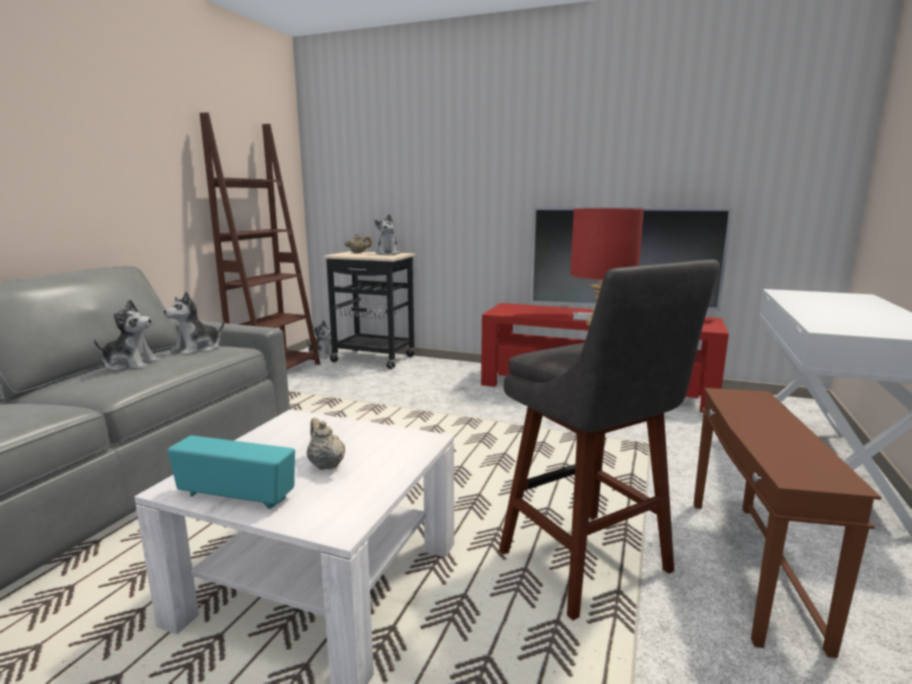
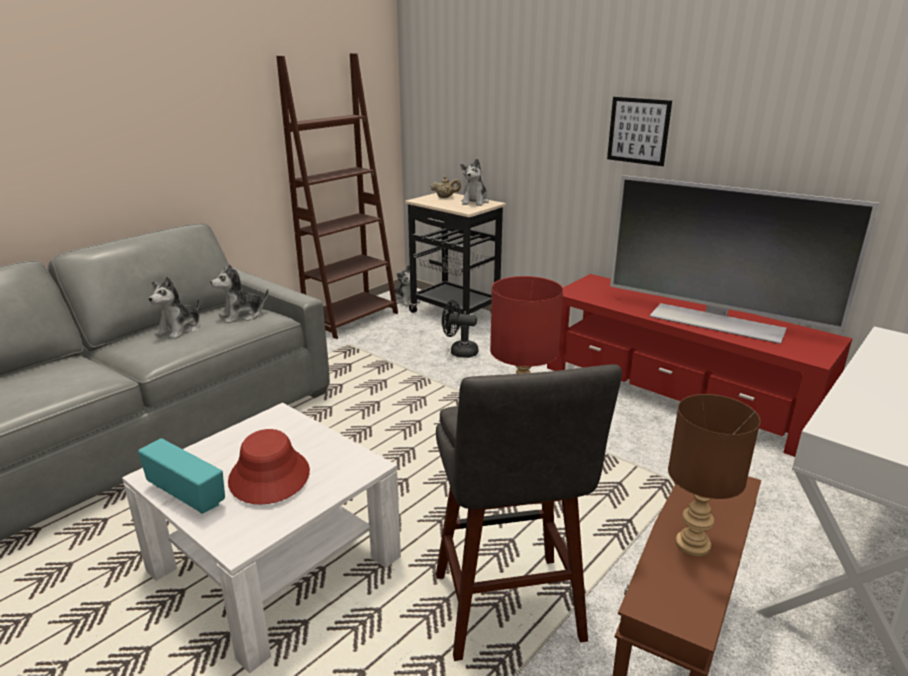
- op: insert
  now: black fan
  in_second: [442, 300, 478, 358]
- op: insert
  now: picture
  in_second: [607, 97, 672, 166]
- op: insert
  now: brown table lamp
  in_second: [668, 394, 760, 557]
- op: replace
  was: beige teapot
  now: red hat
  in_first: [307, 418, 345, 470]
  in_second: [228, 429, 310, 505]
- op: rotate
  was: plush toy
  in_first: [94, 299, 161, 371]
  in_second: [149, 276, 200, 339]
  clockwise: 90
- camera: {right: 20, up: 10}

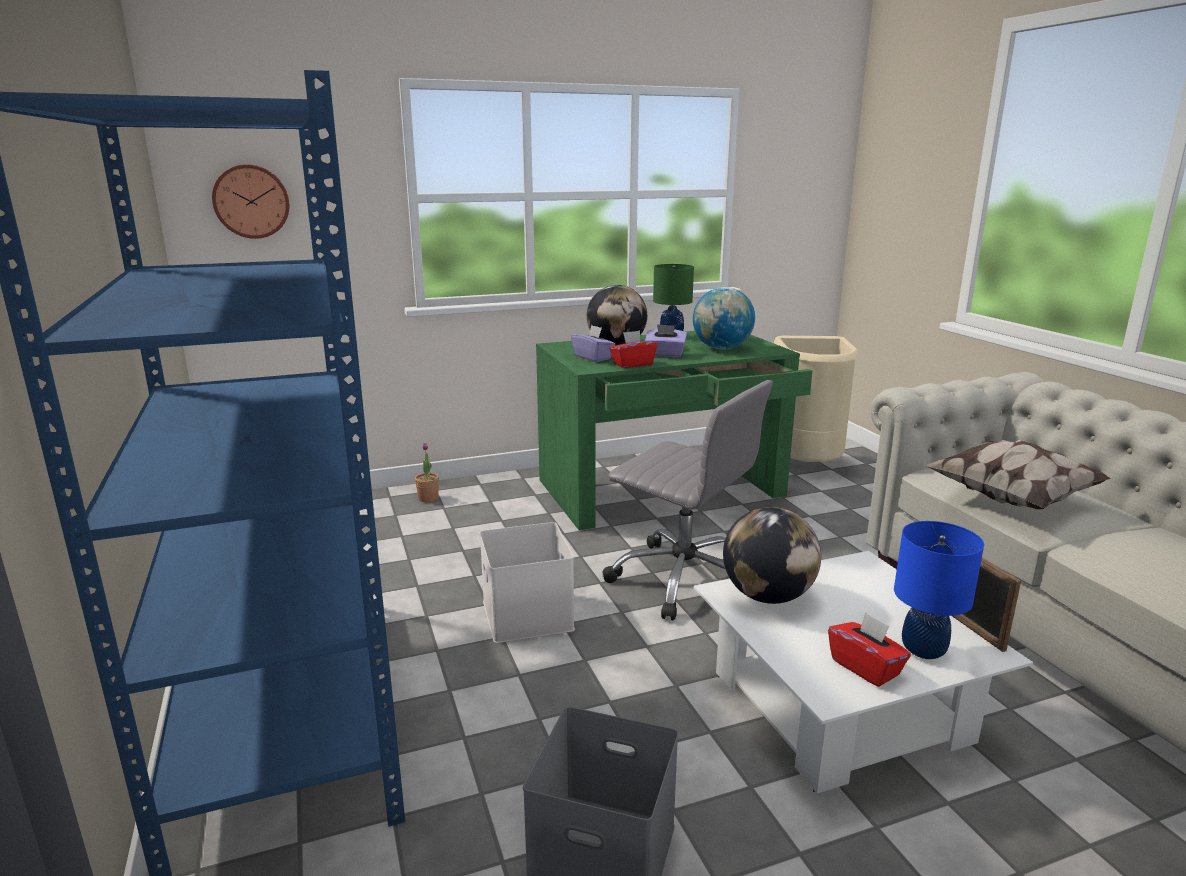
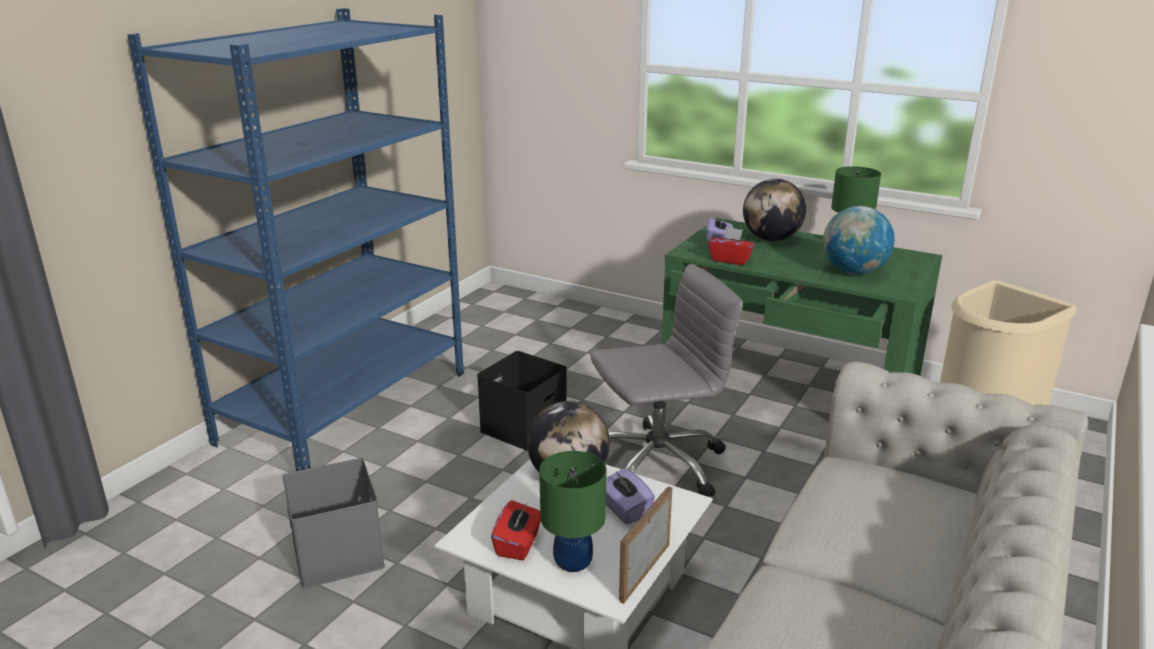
- op: delete
  was: wall clock
  in_first: [212, 164, 289, 239]
- op: delete
  was: potted plant
  in_first: [415, 443, 439, 502]
- op: delete
  was: pillow
  in_first: [924, 440, 1111, 509]
- op: move
  was: purple tissue box
  in_first: [645, 324, 687, 357]
  in_second: [606, 468, 655, 524]
- op: recolor
  was: white storage box
  now: black storage box
  in_first: [480, 522, 575, 643]
  in_second: [477, 351, 567, 451]
- op: recolor
  was: blue table lamp
  now: green table lamp
  in_first: [894, 521, 984, 659]
  in_second: [539, 451, 606, 572]
- op: rotate
  was: grey office chair
  in_first: [603, 380, 773, 620]
  in_second: [590, 264, 743, 497]
  clockwise: -105
- camera: {right: 50, up: 5}

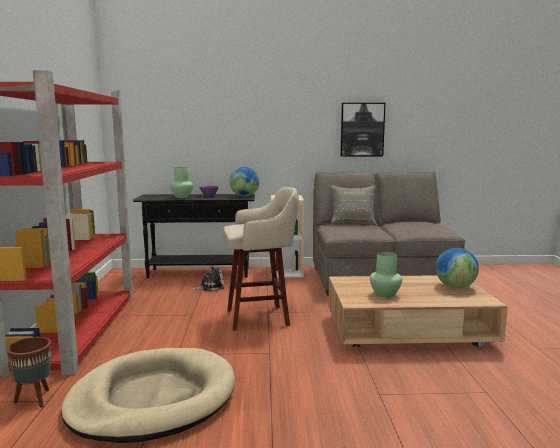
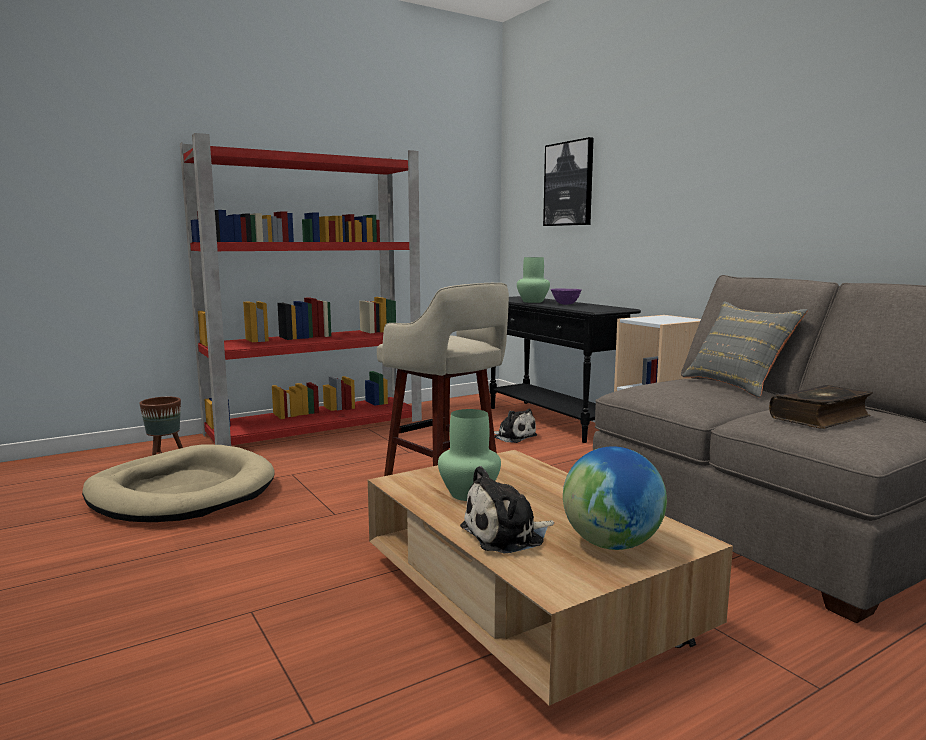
- op: delete
  was: globe
  in_first: [230, 167, 259, 197]
- op: insert
  now: plush toy
  in_second: [460, 466, 554, 553]
- op: insert
  now: book
  in_second: [769, 385, 873, 429]
- op: move
  was: picture
  in_first: [340, 103, 385, 157]
  in_second: [543, 137, 594, 226]
- camera: {right: 60, up: 0}

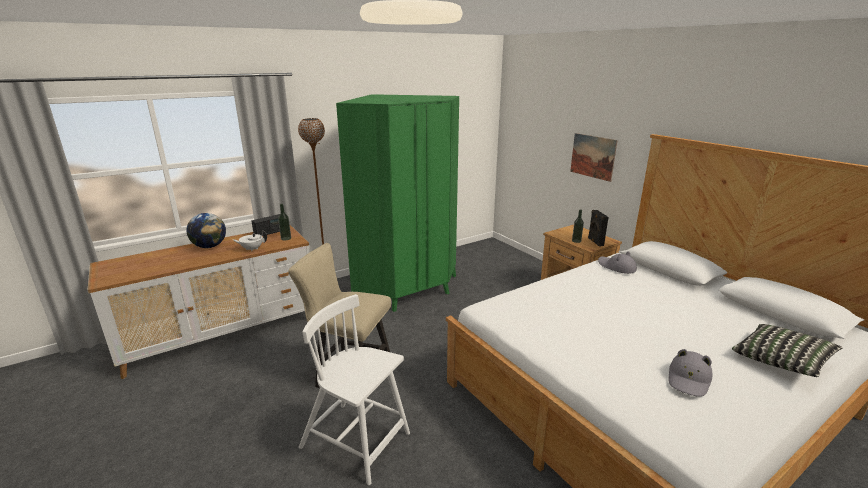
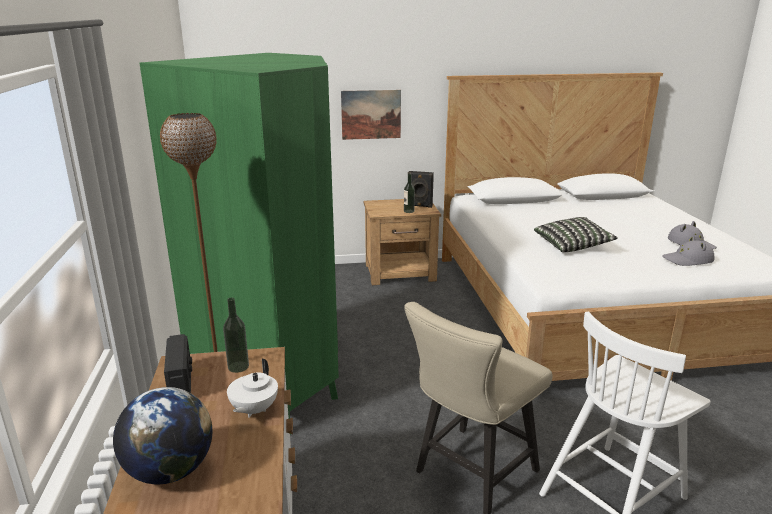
- op: move
  was: grey hat
  in_first: [598, 251, 637, 274]
  in_second: [662, 236, 714, 266]
- op: move
  was: pillow
  in_first: [732, 324, 843, 377]
  in_second: [534, 217, 618, 252]
- camera: {right: -65, up: 0}

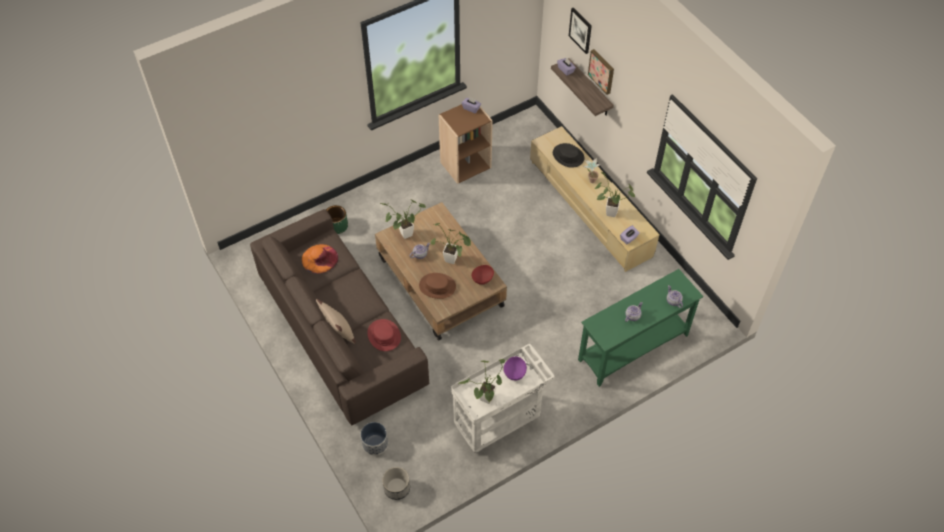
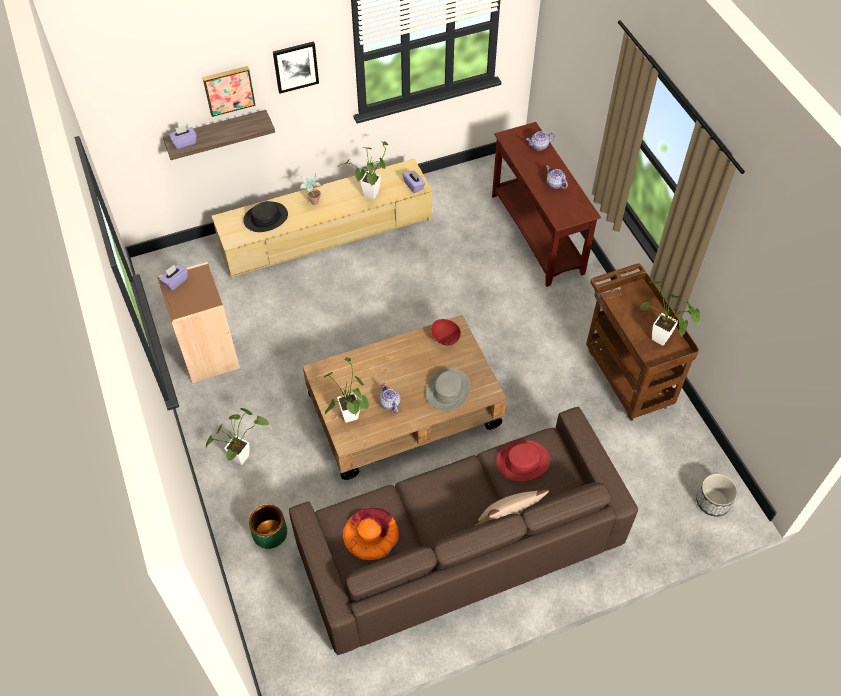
- op: delete
  was: planter
  in_first: [361, 422, 388, 456]
- op: delete
  was: purple bowl
  in_first: [503, 357, 527, 380]
- op: move
  was: potted plant
  in_first: [430, 223, 471, 264]
  in_second: [206, 408, 269, 465]
- op: move
  was: picture
  in_first: [569, 7, 592, 54]
  in_second: [273, 41, 319, 94]
- op: recolor
  was: brown hat
  now: grey hat
  in_first: [419, 273, 456, 299]
  in_second: [426, 368, 471, 411]
- op: recolor
  was: white cart
  now: brown cart
  in_first: [451, 344, 554, 453]
  in_second: [586, 263, 699, 421]
- op: recolor
  was: green console table
  now: brown console table
  in_first: [578, 269, 704, 387]
  in_second: [492, 122, 601, 287]
- camera: {right: -80, up: 0}

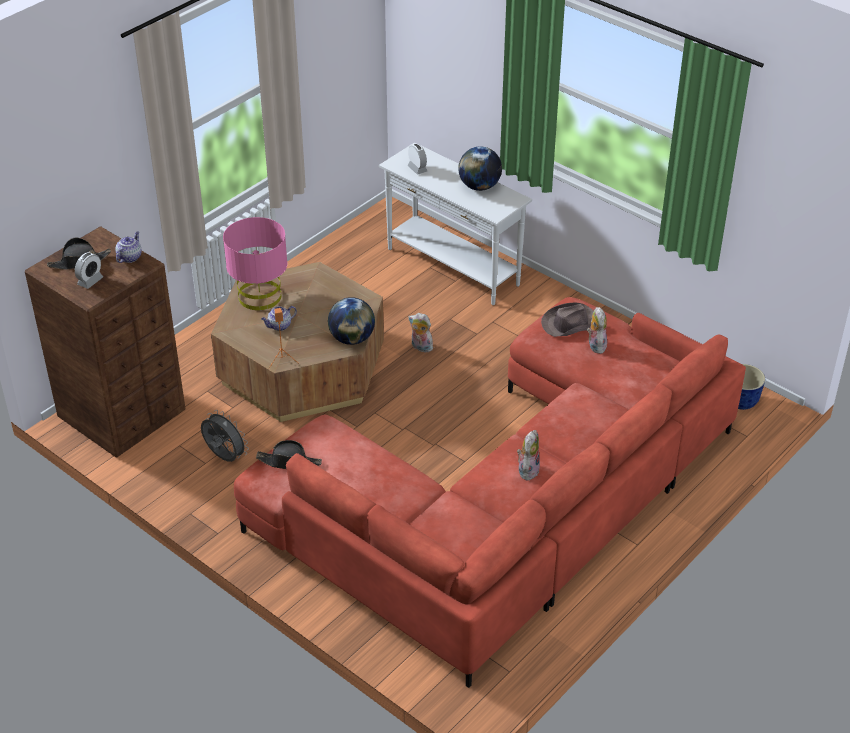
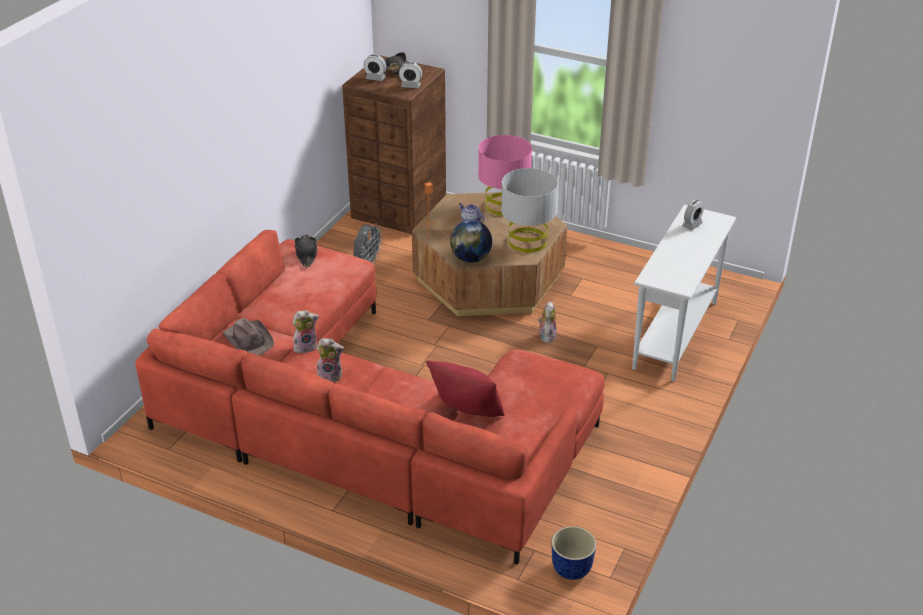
- op: delete
  was: globe
  in_first: [458, 146, 502, 191]
- op: insert
  now: red pillow
  in_second: [426, 361, 505, 417]
- op: insert
  now: grey table lamp
  in_second: [501, 168, 558, 253]
- op: move
  was: brown hat
  in_first: [541, 303, 594, 337]
  in_second: [222, 318, 274, 356]
- op: move
  was: plush toy
  in_first: [587, 307, 607, 354]
  in_second: [292, 310, 319, 353]
- op: replace
  was: teapot
  now: alarm clock
  in_first: [115, 231, 142, 263]
  in_second: [399, 62, 422, 88]
- camera: {right: 75, up: -5}

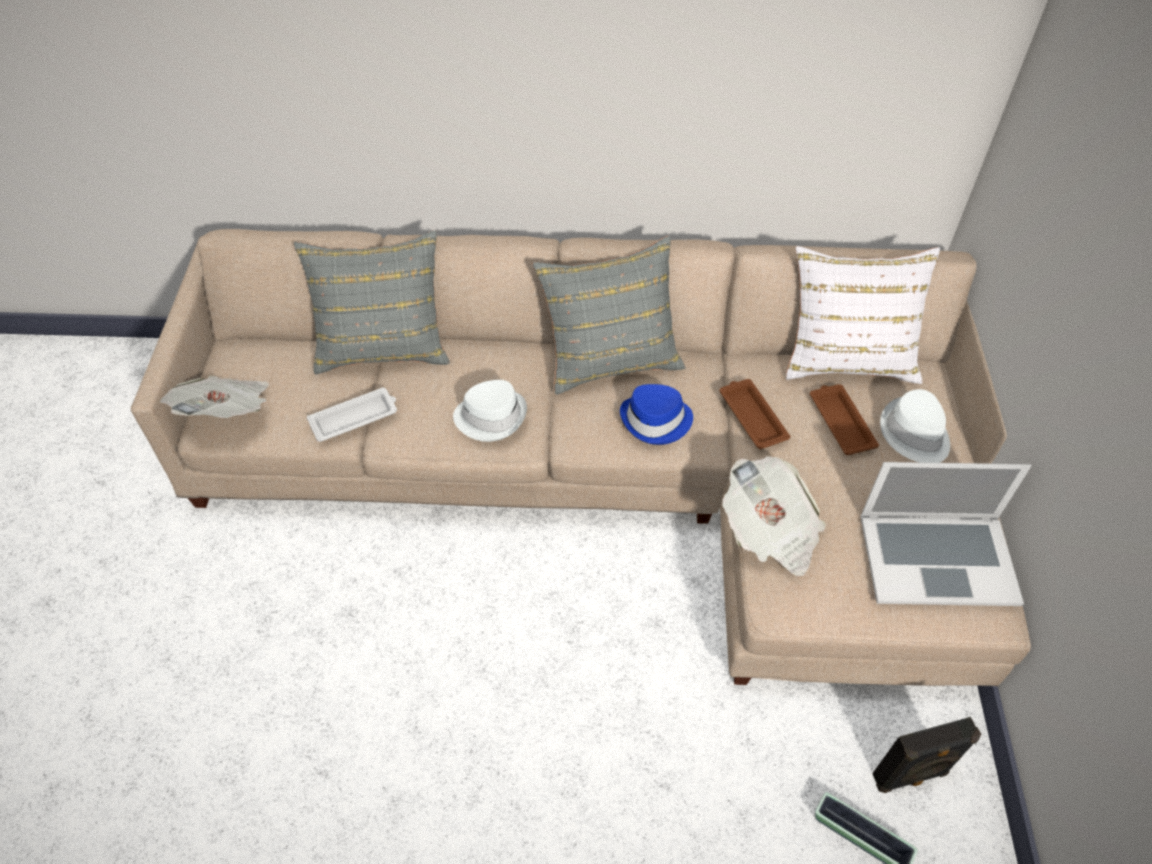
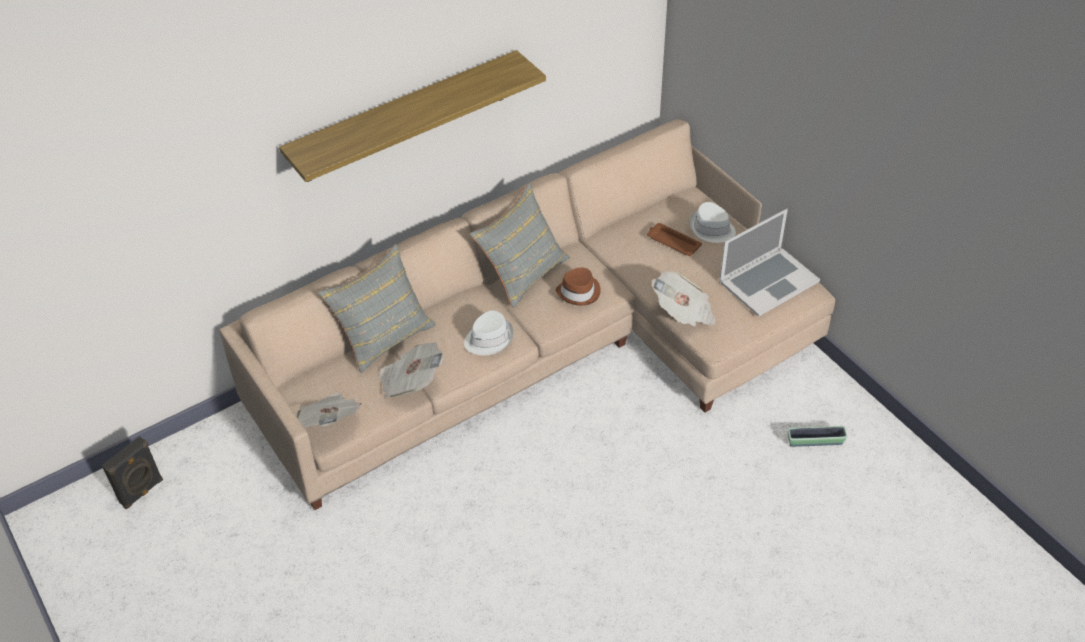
- op: delete
  was: brown tray
  in_first: [720, 379, 790, 449]
- op: delete
  was: white pillow
  in_first: [786, 246, 940, 384]
- op: insert
  now: shelf
  in_second: [279, 50, 546, 182]
- op: move
  was: black speaker
  in_first: [872, 717, 981, 793]
  in_second: [102, 436, 163, 509]
- op: replace
  was: white tray
  now: newspaper
  in_first: [307, 388, 397, 442]
  in_second: [379, 342, 444, 398]
- op: recolor
  was: blue hat
  now: brown hat
  in_first: [620, 384, 693, 445]
  in_second: [556, 268, 601, 306]
- camera: {right: -35, up: -5}

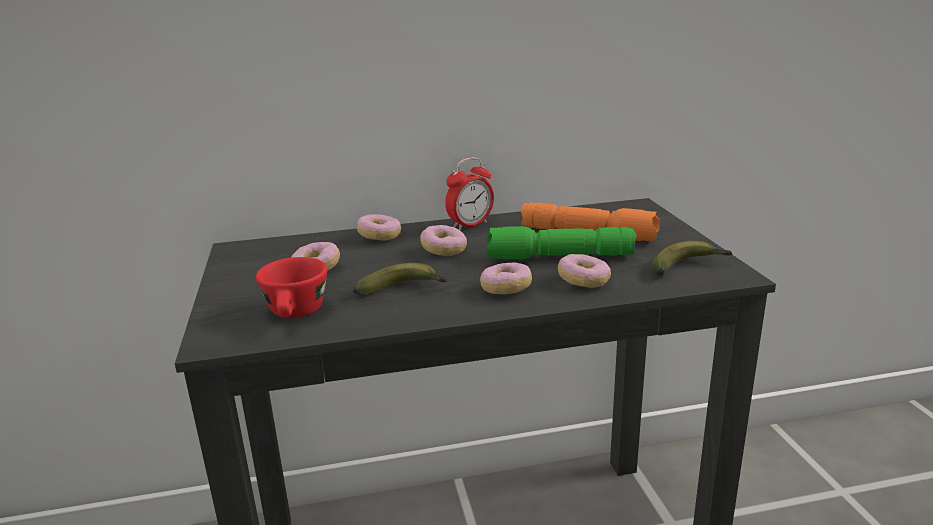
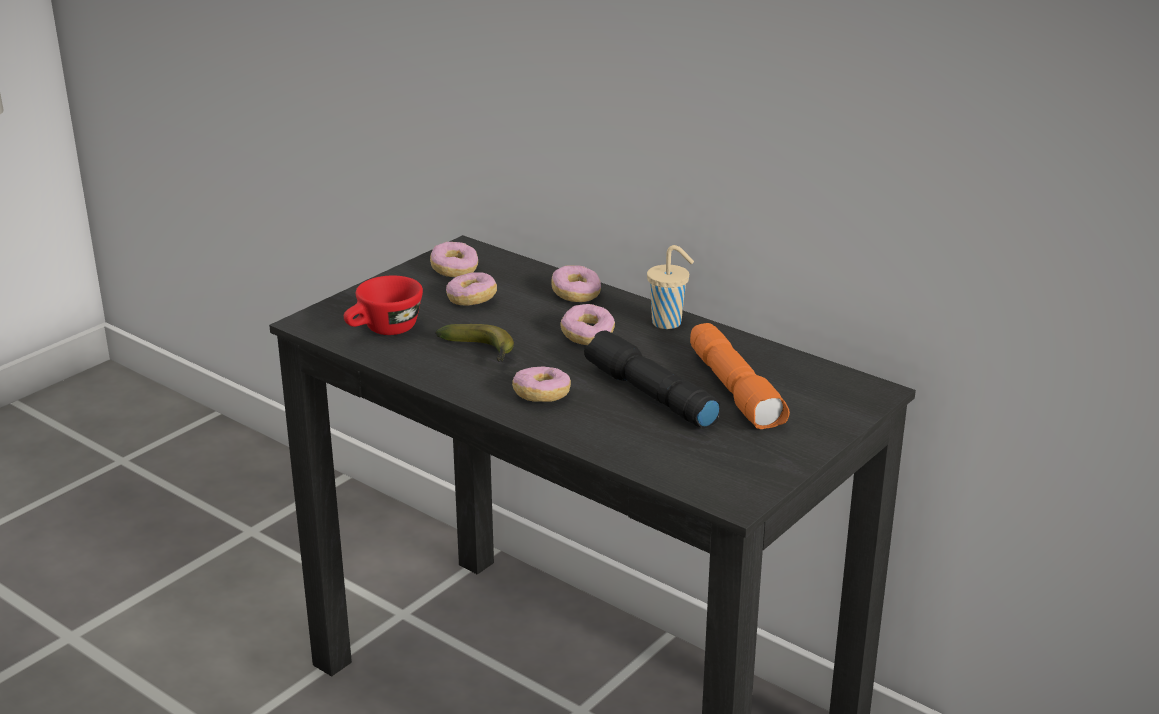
- op: delete
  was: banana
  in_first: [653, 241, 732, 275]
- op: move
  was: donut
  in_first: [558, 254, 611, 288]
  in_second: [430, 242, 478, 277]
- op: replace
  was: alarm clock
  now: beige cup
  in_first: [445, 157, 494, 230]
  in_second: [647, 245, 694, 329]
- op: recolor
  was: green flashlight
  now: black flashlight
  in_first: [487, 226, 637, 259]
  in_second: [584, 331, 720, 428]
- camera: {right: 50, up: 5}

